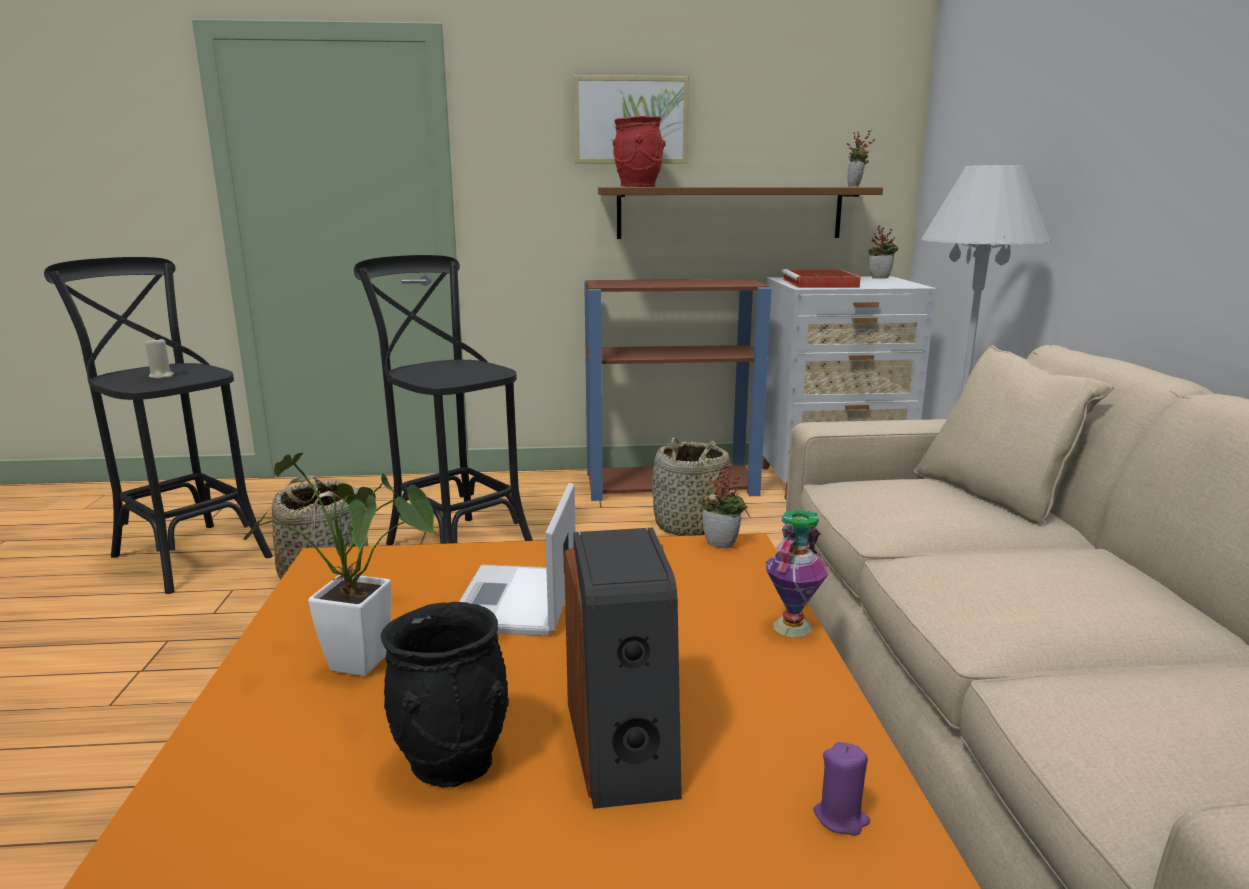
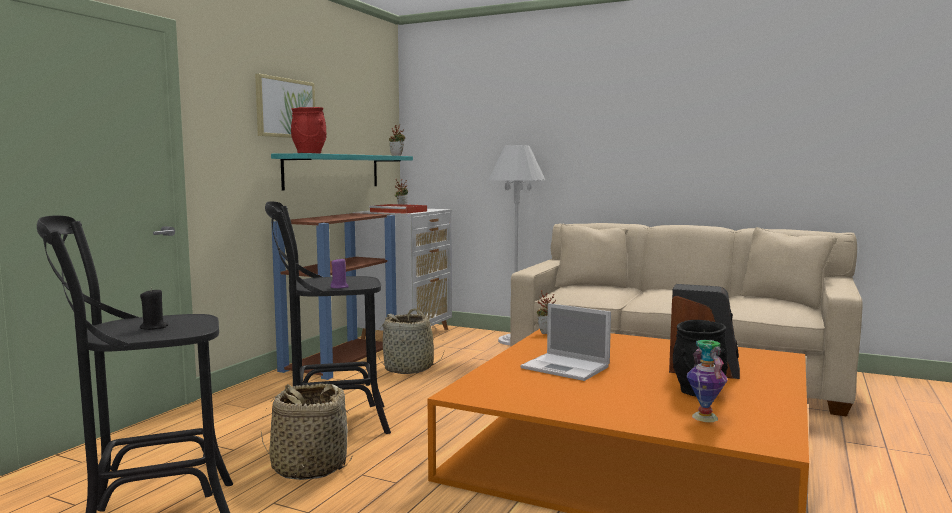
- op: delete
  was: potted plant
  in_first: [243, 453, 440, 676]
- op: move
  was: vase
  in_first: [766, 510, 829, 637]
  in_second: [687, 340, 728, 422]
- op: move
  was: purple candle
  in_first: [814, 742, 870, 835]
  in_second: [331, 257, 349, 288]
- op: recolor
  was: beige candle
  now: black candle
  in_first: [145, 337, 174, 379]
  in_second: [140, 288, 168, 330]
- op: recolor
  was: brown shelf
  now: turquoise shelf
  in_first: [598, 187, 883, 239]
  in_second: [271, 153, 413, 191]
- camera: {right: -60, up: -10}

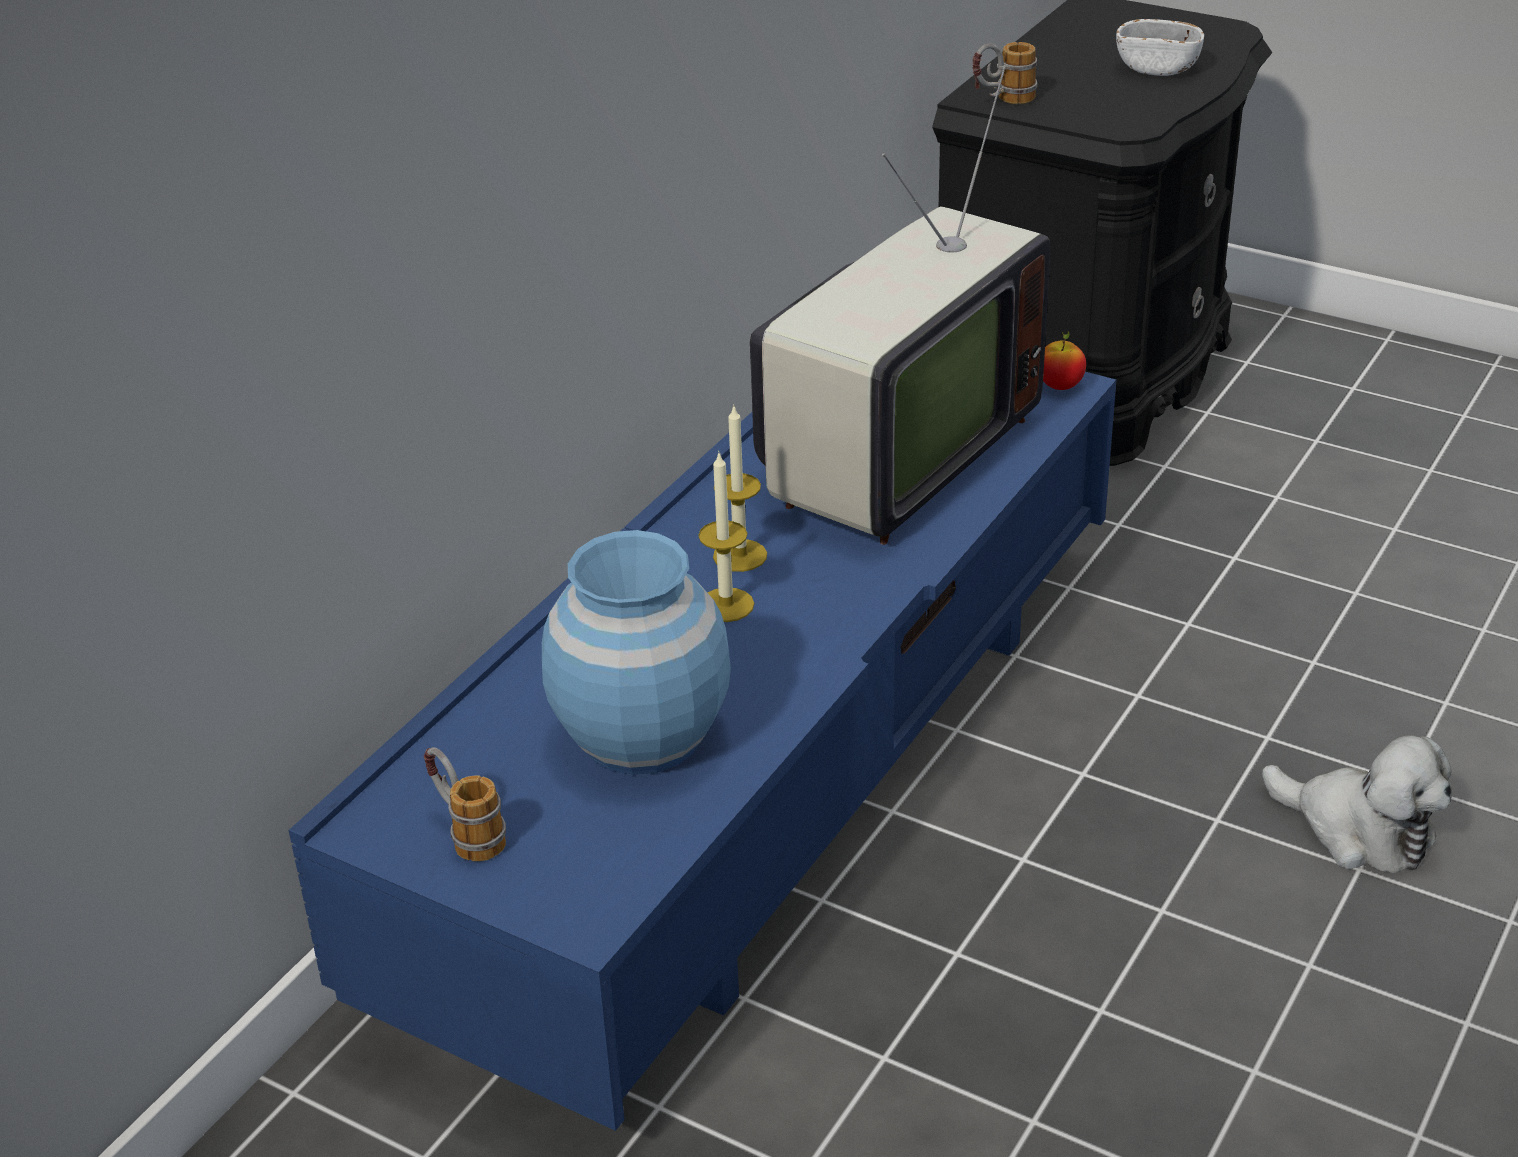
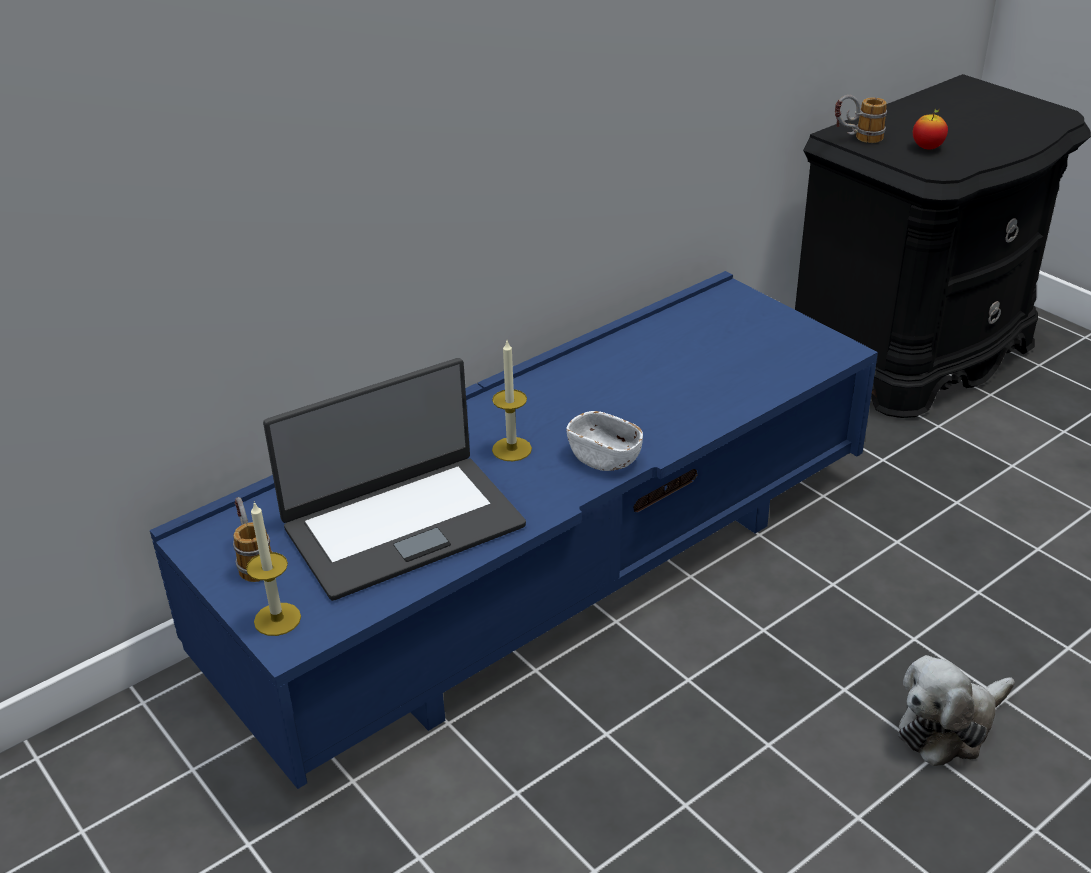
- op: delete
  was: television
  in_first: [750, 67, 1050, 545]
- op: move
  was: candle
  in_first: [713, 406, 767, 572]
  in_second: [246, 501, 301, 636]
- op: move
  was: apple
  in_first: [1043, 331, 1086, 390]
  in_second: [913, 109, 948, 149]
- op: move
  was: white bowl
  in_first: [1116, 19, 1204, 76]
  in_second: [566, 411, 643, 471]
- op: replace
  was: blue vase
  now: laptop
  in_first: [542, 530, 731, 775]
  in_second: [263, 358, 526, 601]
- op: rotate
  was: plush toy
  in_first: [1262, 735, 1452, 873]
  in_second: [898, 655, 1015, 766]
  clockwise: 90
- camera: {right: 20, up: 0}

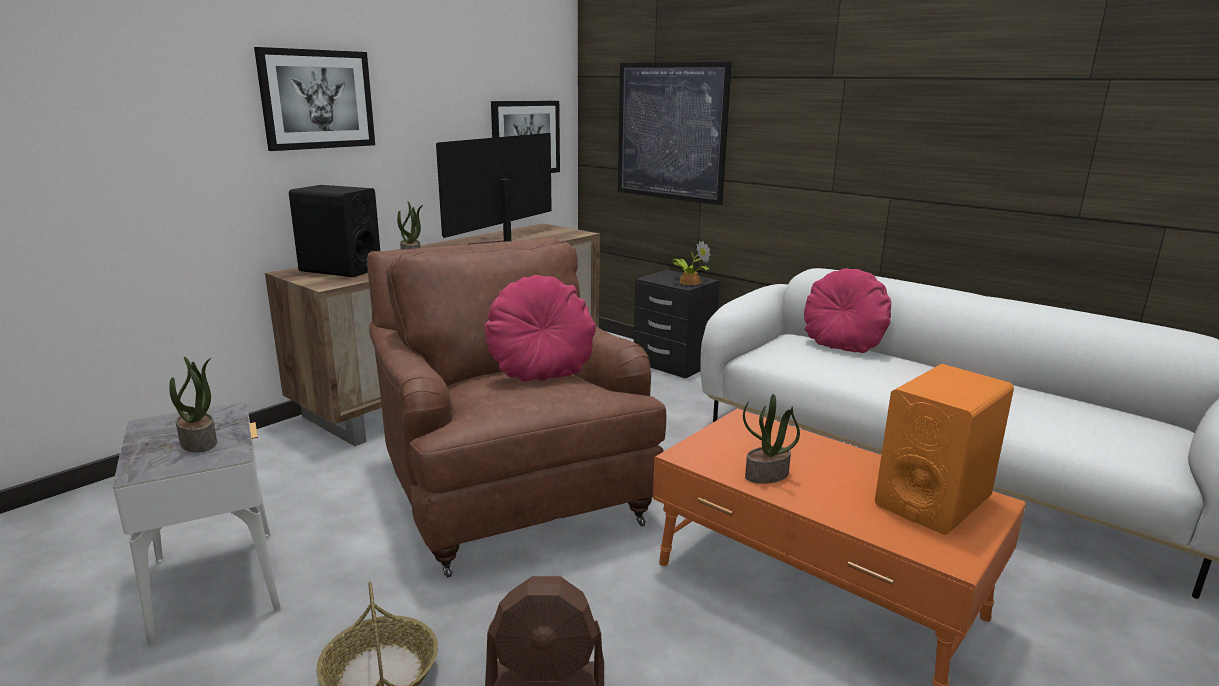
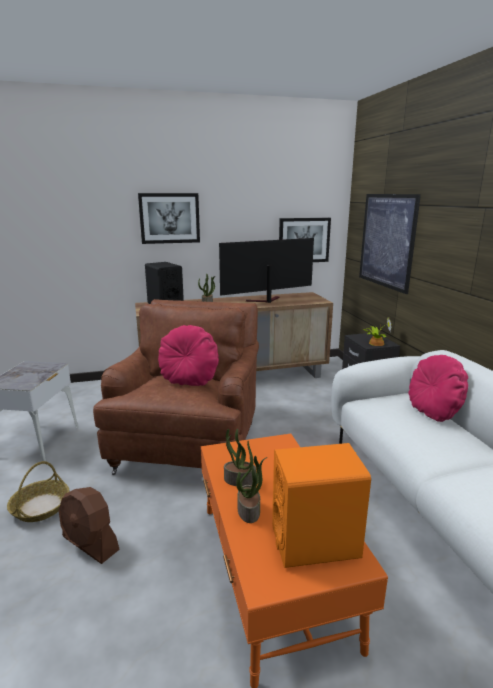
- op: move
  was: potted plant
  in_first: [169, 357, 217, 452]
  in_second: [236, 455, 267, 523]
- camera: {right: 35, up: 0}

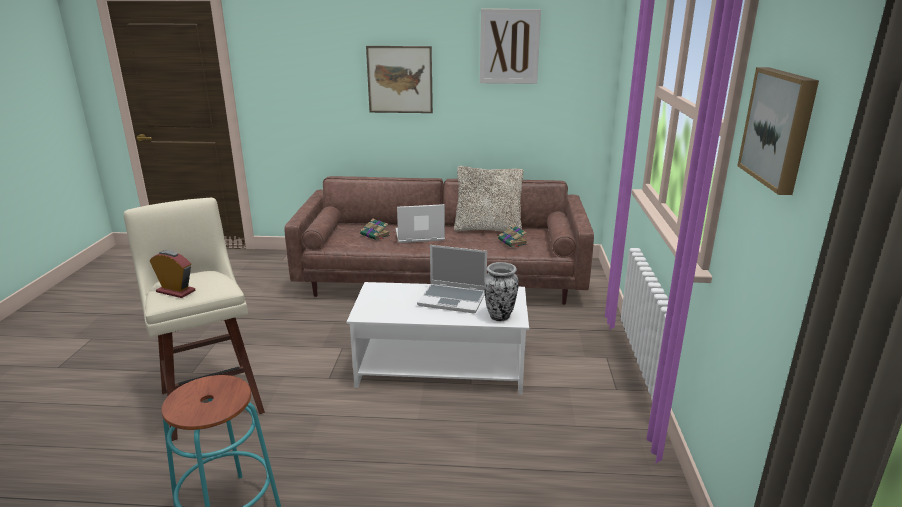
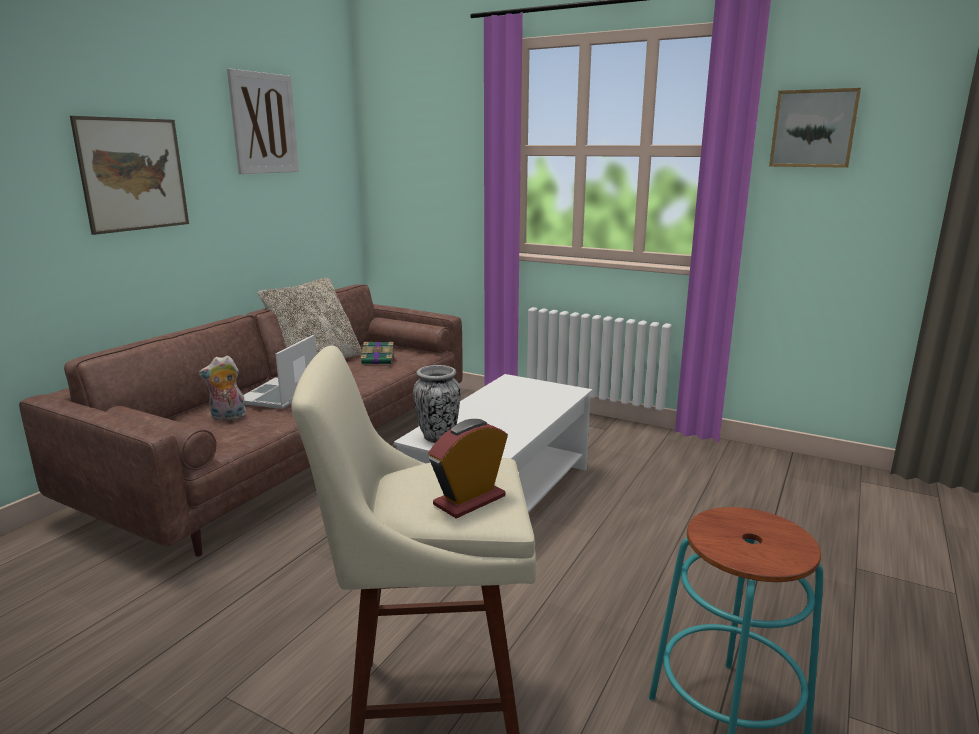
- op: delete
  was: laptop
  in_first: [417, 245, 487, 313]
- op: move
  was: vase
  in_first: [484, 262, 519, 321]
  in_second: [413, 365, 461, 443]
- op: replace
  was: book
  now: plush toy
  in_first: [360, 219, 390, 240]
  in_second: [199, 356, 247, 421]
- camera: {right: -65, up: -5}

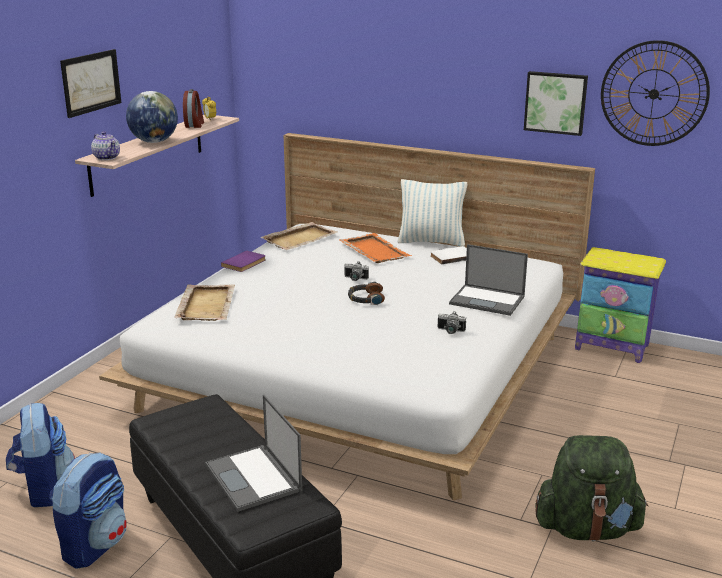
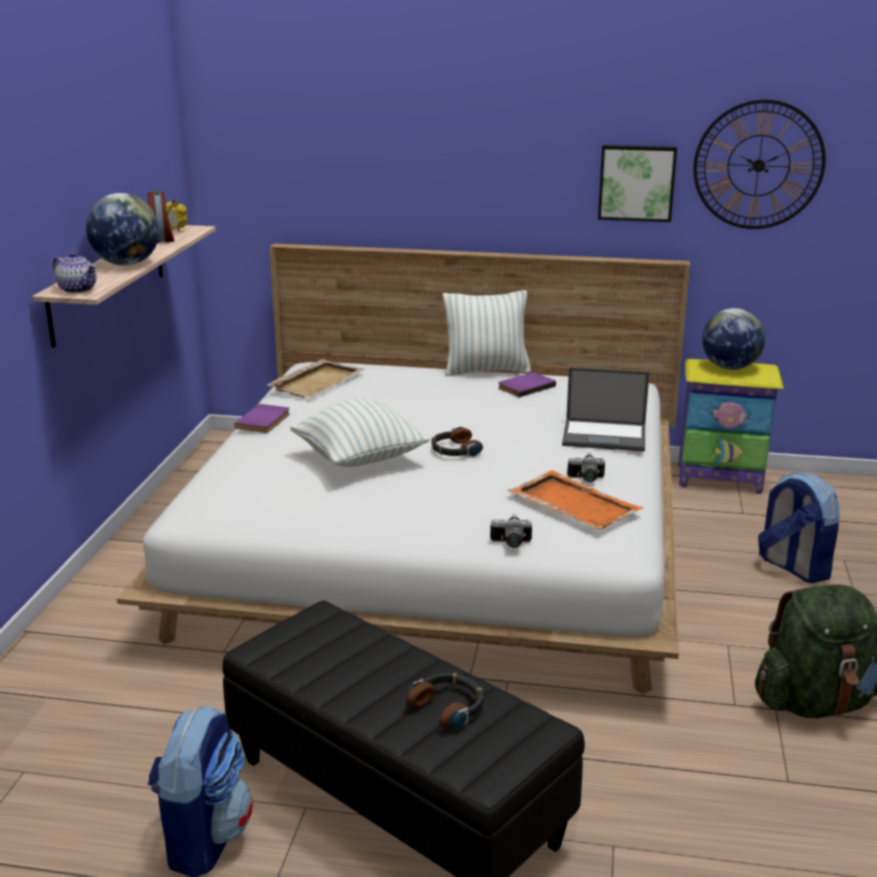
- op: delete
  was: picture
  in_first: [60, 49, 121, 118]
- op: delete
  was: beige tray
  in_first: [174, 284, 235, 321]
- op: insert
  now: pillow
  in_second: [290, 398, 430, 467]
- op: insert
  now: globe
  in_second: [702, 308, 765, 370]
- op: move
  was: backpack
  in_first: [6, 403, 75, 507]
  in_second: [758, 472, 840, 583]
- op: move
  was: orange tray
  in_first: [339, 233, 412, 263]
  in_second: [507, 470, 644, 529]
- op: move
  was: photo camera
  in_first: [344, 262, 369, 281]
  in_second: [490, 515, 532, 548]
- op: replace
  was: laptop
  now: headphones
  in_first: [205, 394, 302, 512]
  in_second: [406, 673, 484, 729]
- op: recolor
  was: white book
  now: purple book
  in_first: [430, 246, 467, 264]
  in_second: [498, 372, 556, 397]
- camera: {right: -15, up: 0}

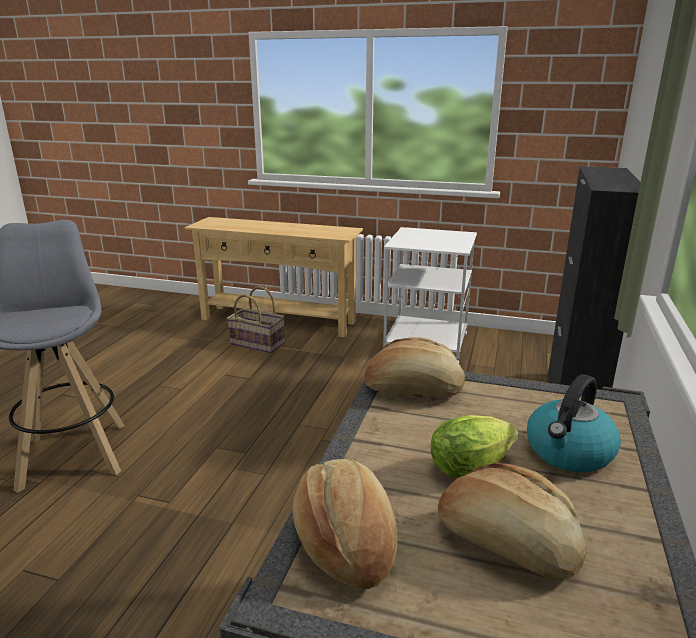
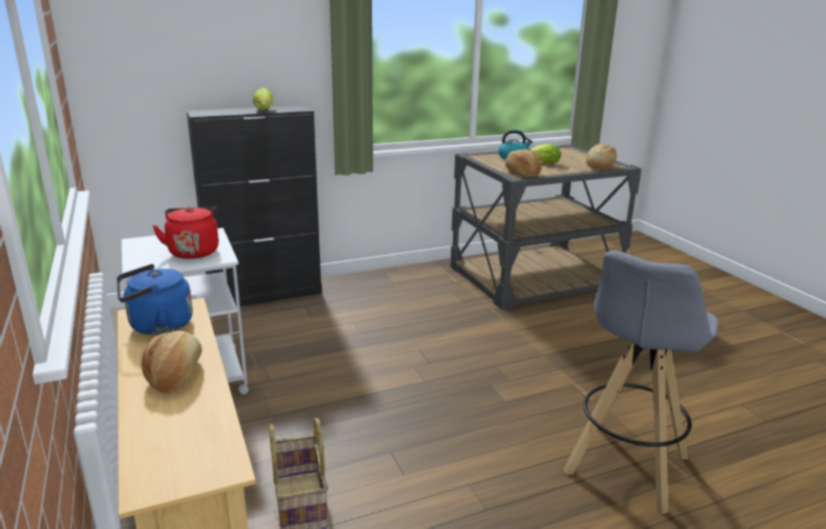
- op: insert
  now: blue kettle
  in_second: [117, 264, 193, 335]
- op: insert
  now: red kettle
  in_second: [152, 207, 219, 259]
- op: insert
  now: lettuce
  in_second: [253, 88, 274, 110]
- op: move
  was: bread
  in_first: [438, 463, 587, 580]
  in_second: [141, 331, 202, 394]
- camera: {right: -130, up: 0}

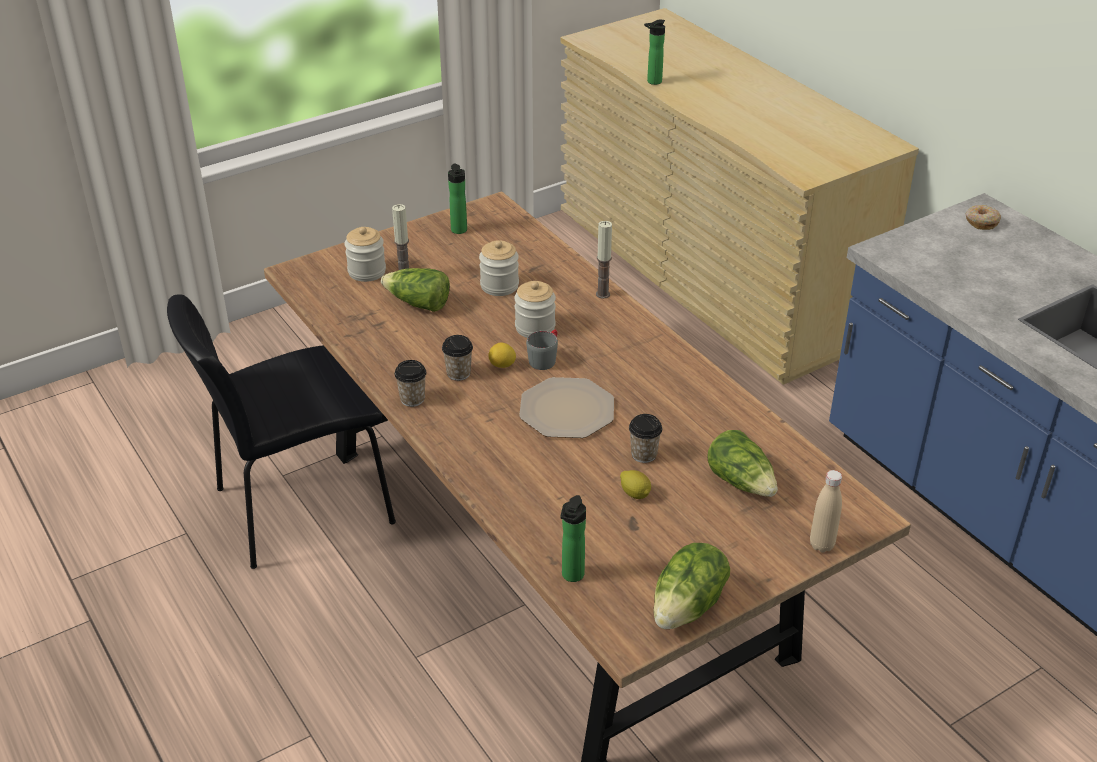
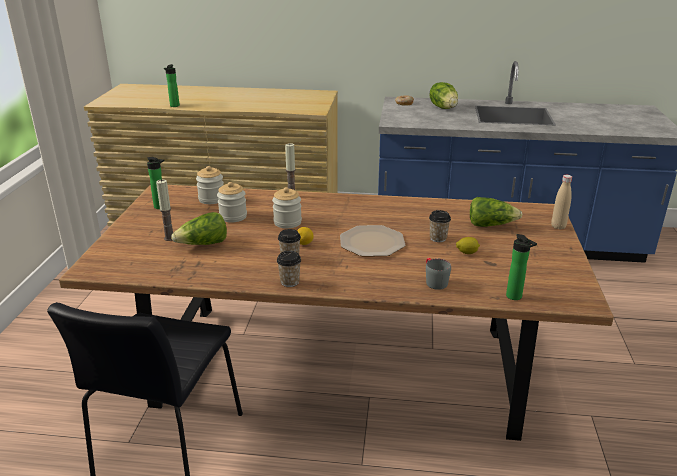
- op: move
  was: jar
  in_first: [345, 227, 386, 282]
  in_second: [196, 166, 224, 204]
- op: move
  was: grey mug
  in_first: [526, 329, 558, 370]
  in_second: [426, 258, 451, 290]
- op: move
  was: lettuce
  in_first: [653, 543, 730, 629]
  in_second: [430, 82, 458, 109]
- camera: {right: -50, up: -10}

